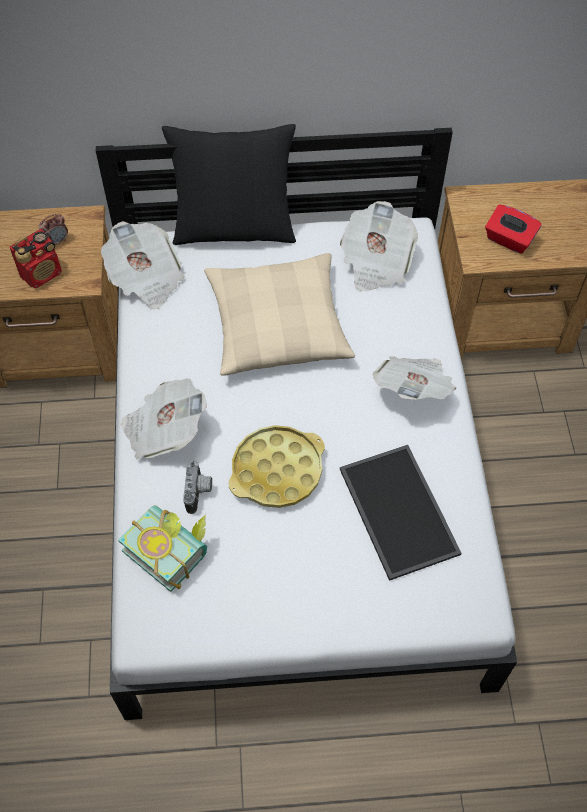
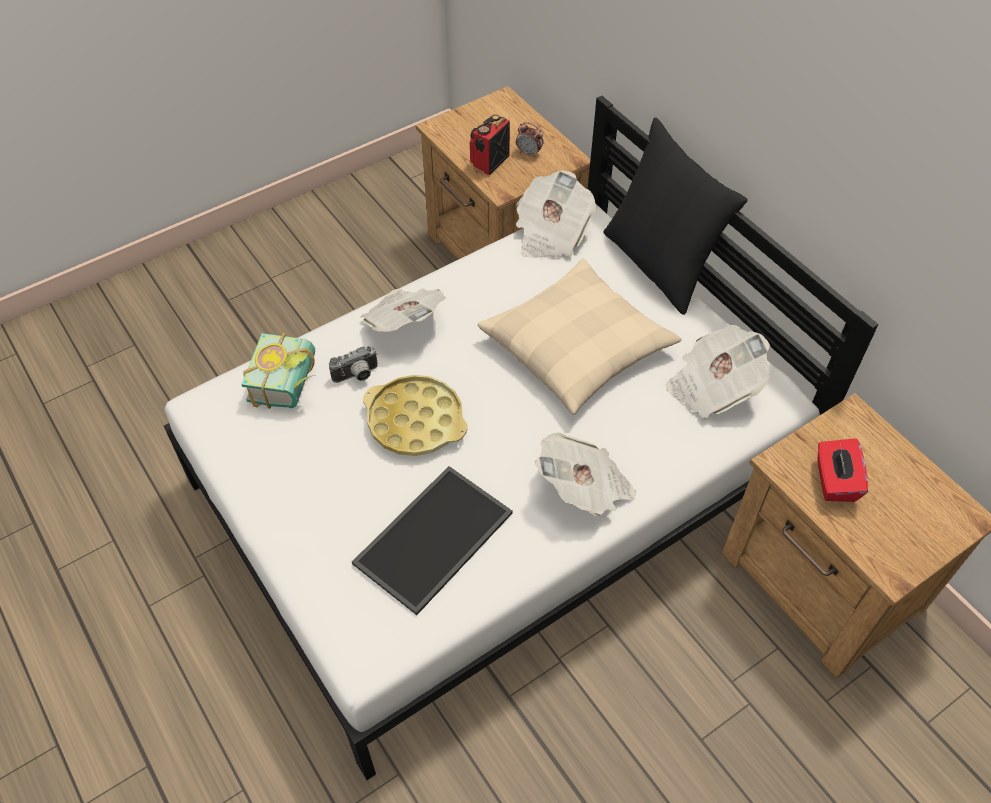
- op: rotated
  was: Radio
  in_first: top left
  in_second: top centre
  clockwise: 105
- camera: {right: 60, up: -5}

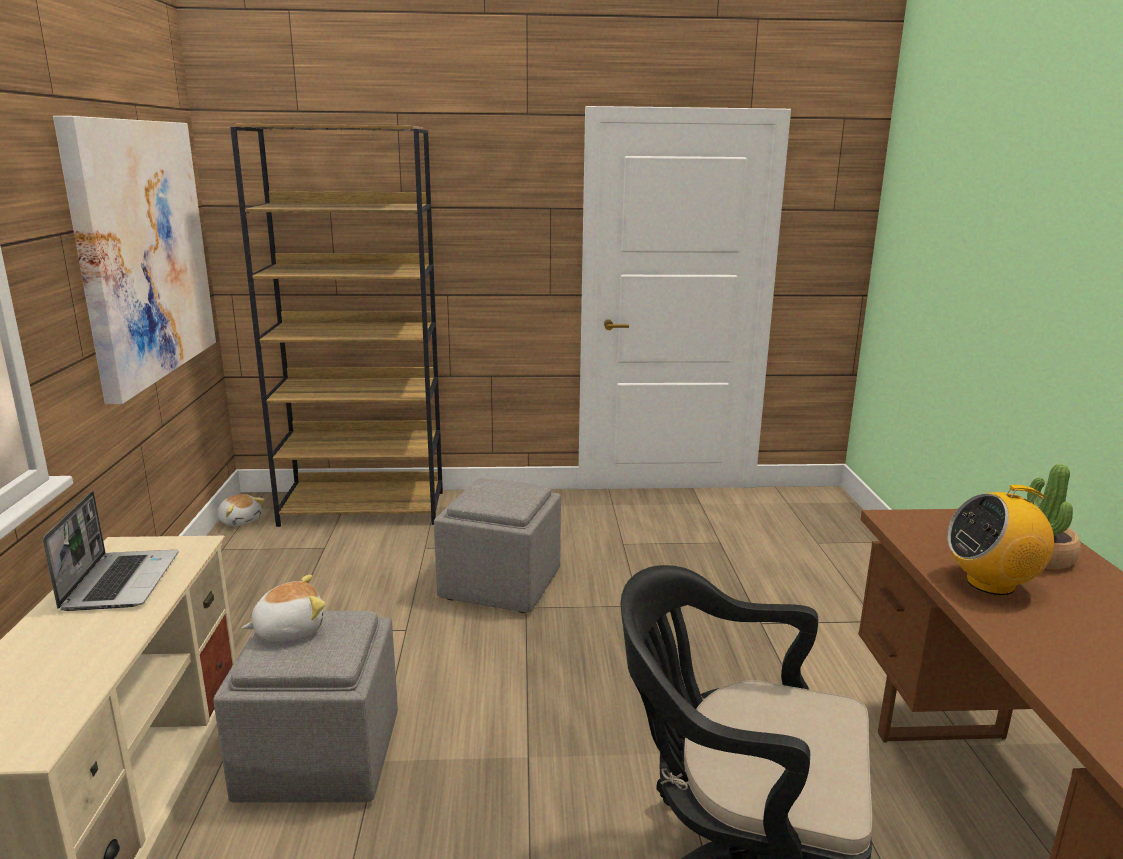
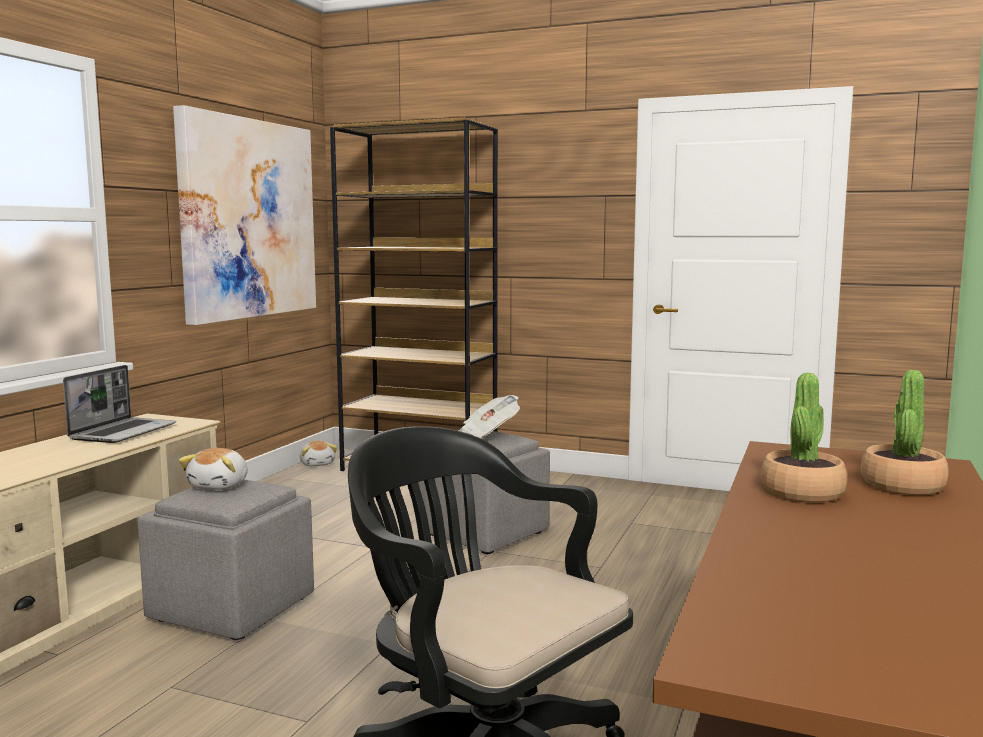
- op: rotated
  was: PlushToy (no. 2 from left in the first image)
  in_first: bottom left
  in_second: middle left
  clockwise: 105
- op: swapped
  was: Radio
  now: PottedPlant (no. 1 from left)
  in_first: middle right
  in_second: middle right
- op: new
  now: Newspaper
  in_second: centre
- camera: {right: 25, up: -10}

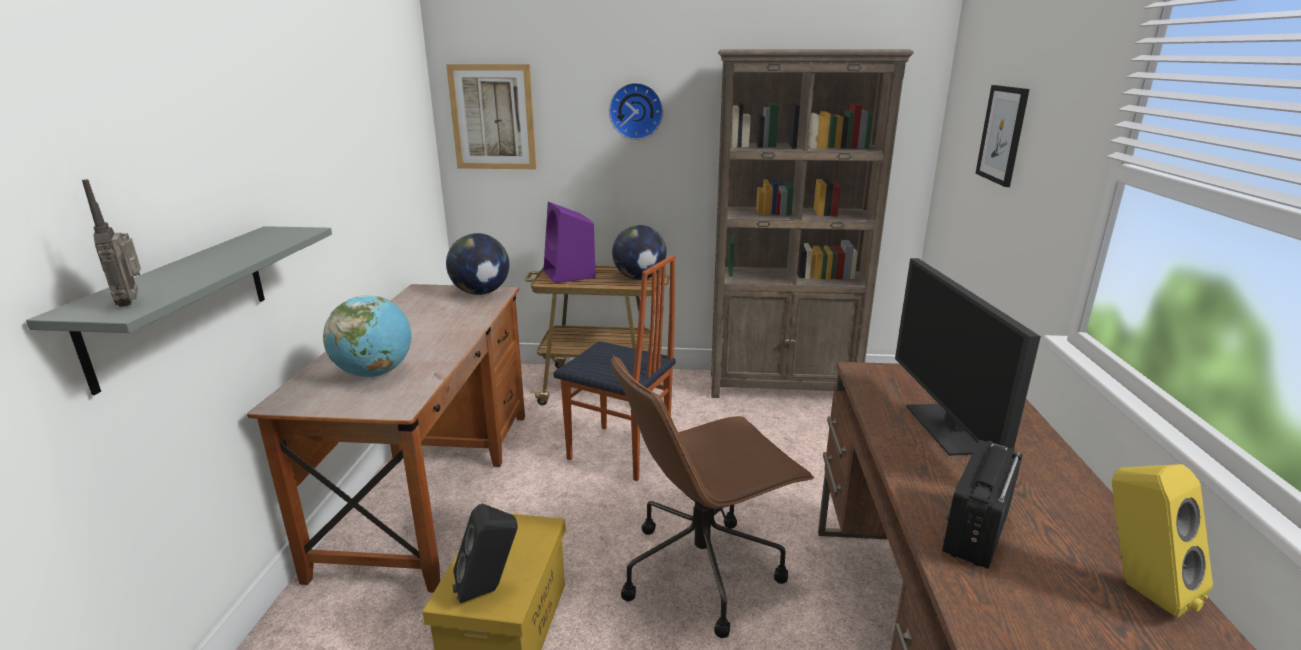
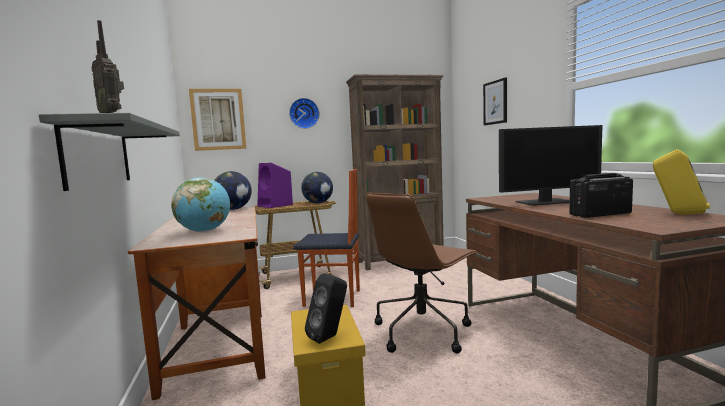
- op: rotated
  was: Monitor
  in_first: middle right
  in_second: middle right
  clockwise: -75
- op: rotated
  was: Radio (no. 2 from left)
  in_first: bottom right
  in_second: middle right
  clockwise: 60
- camera: {right: -20, up: -15}

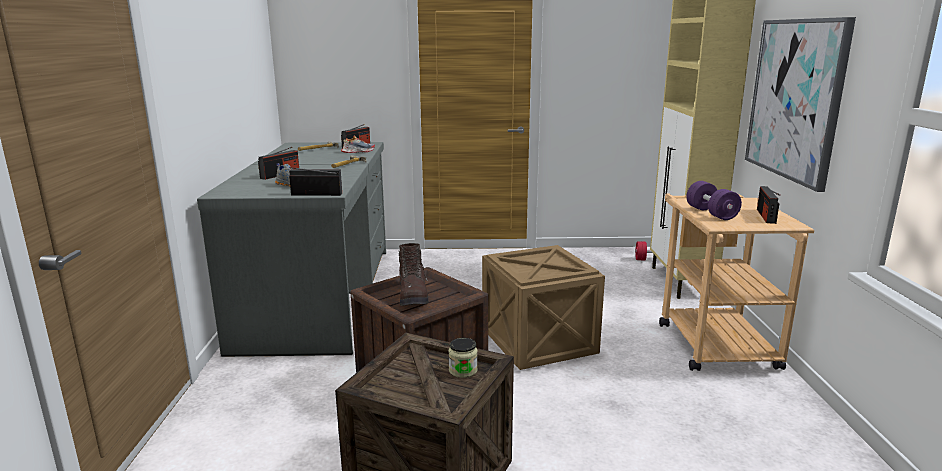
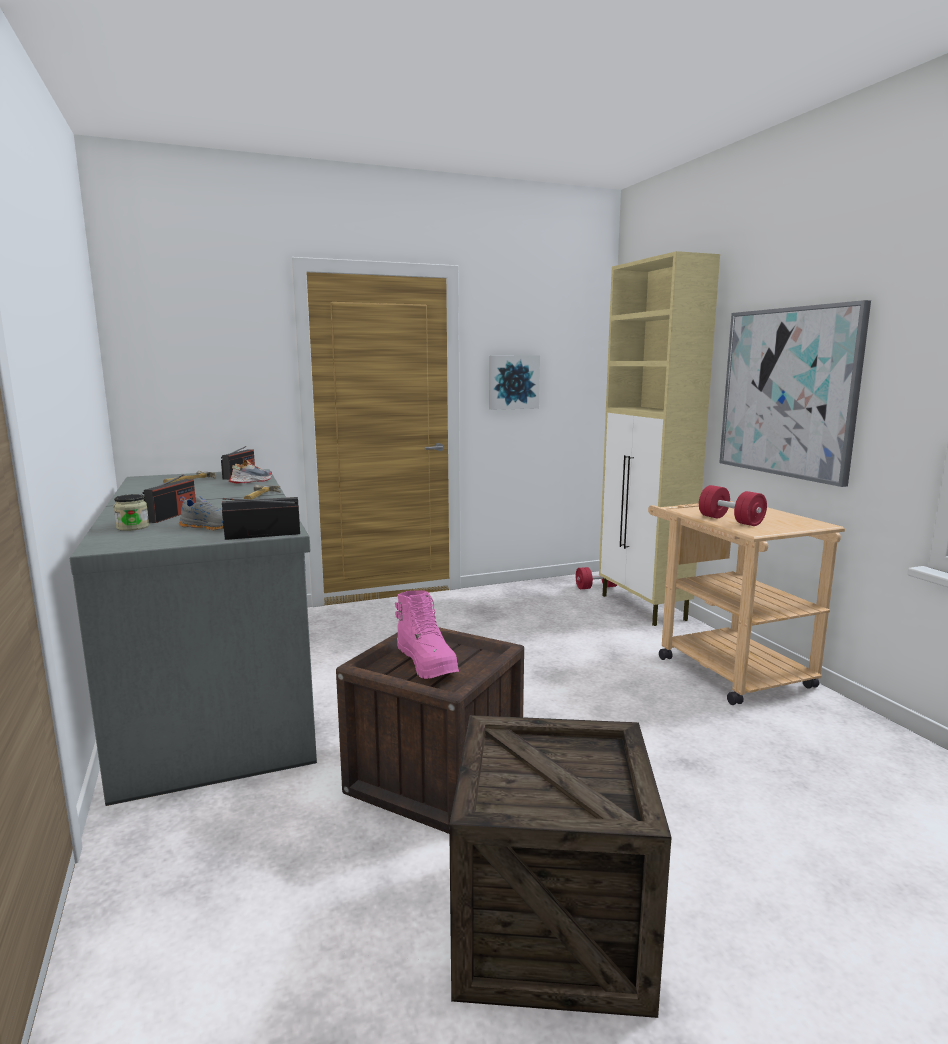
- op: repainted
  was: BrownBoot
  now: PinkBoot
  in_first: centre
  in_second: centre
- op: shifted
  was: Jar
  in_first: bottom centre
  in_second: middle left
- op: gone
  was: Crate (no. 3 from left)
  in_first: centre
- op: repainted
  was: PurpleDumbbell
  now: RedDumbbell (no. 2 from left)
  in_first: middle right
  in_second: middle right
- op: gone
  was: Radio (no. 4 from left)
  in_first: middle right
- op: new
  now: Picture (no. 1 from left)
  in_second: centre
- camera: {right: -20, up: -5}

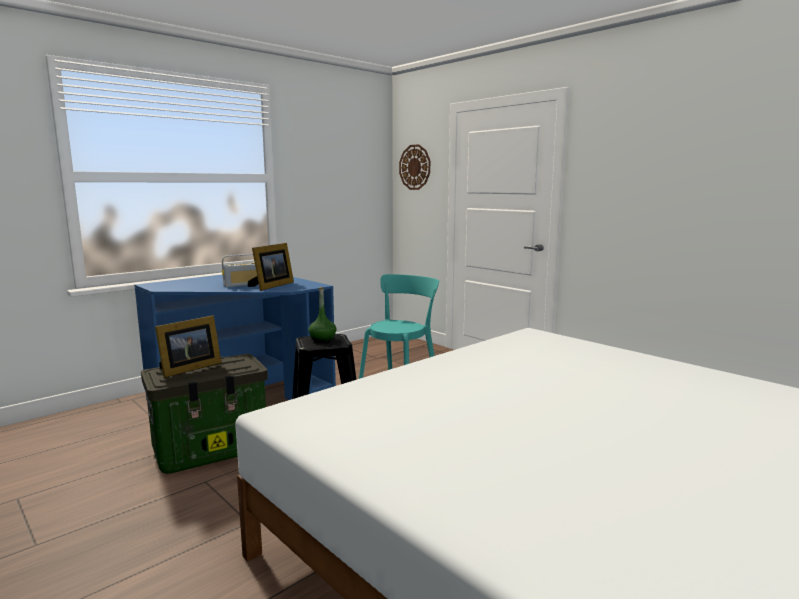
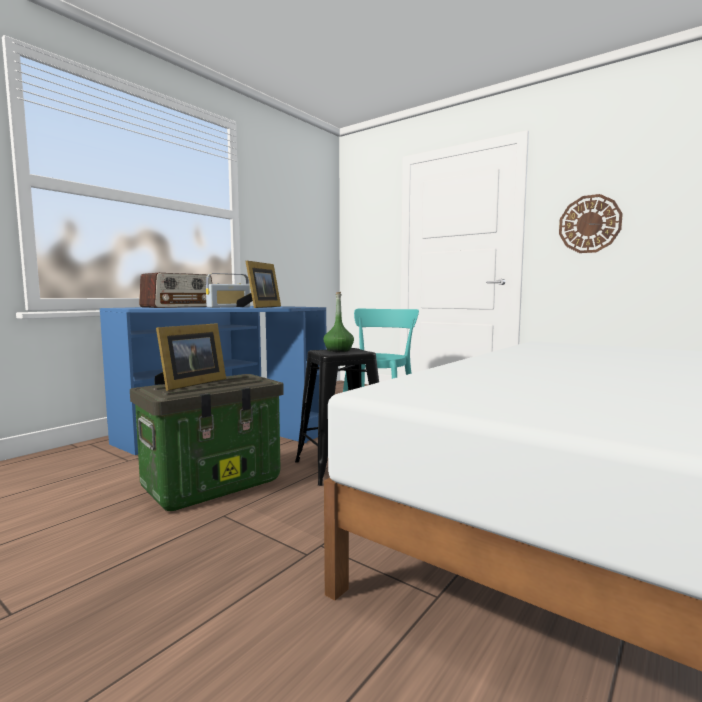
- op: shifted
  was: WallClock
  in_first: top centre
  in_second: top right
- op: new
  now: Radio (no. 1 from left)
  in_second: middle left
- camera: {right: -10, up: -5}

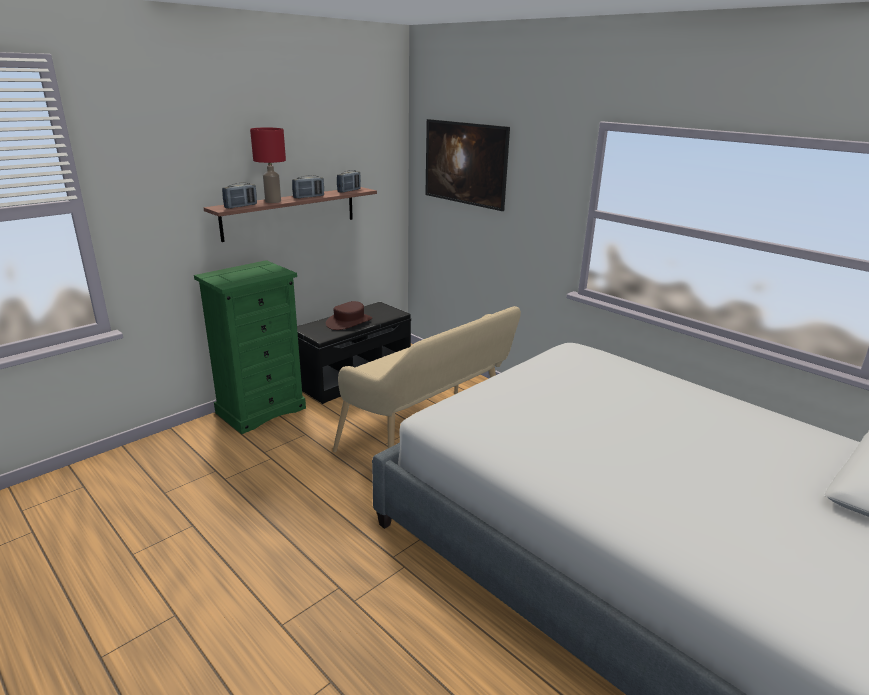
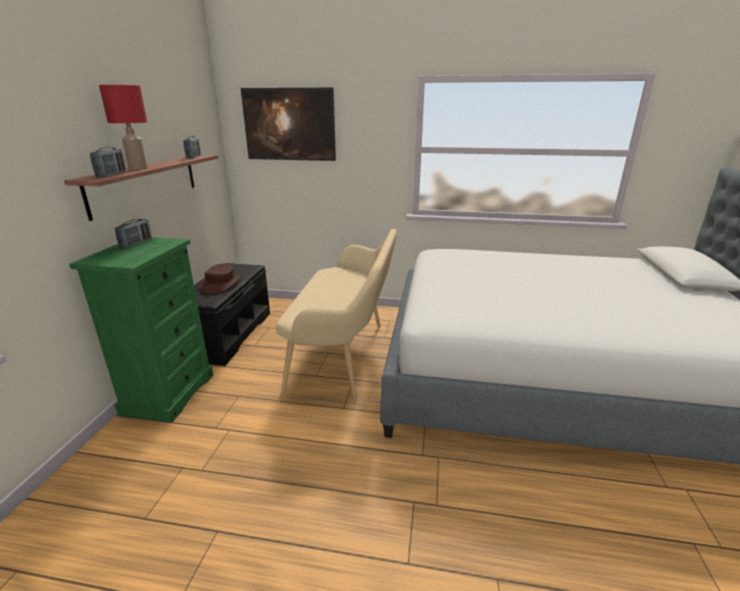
- op: shifted
  was: Radio (no. 2 from left)
  in_first: top centre
  in_second: middle left
- camera: {right: -35, up: 0}

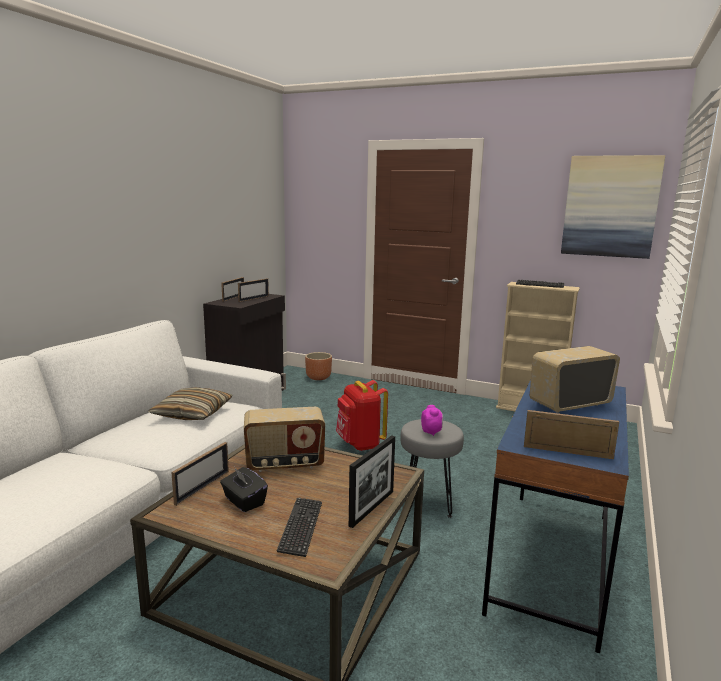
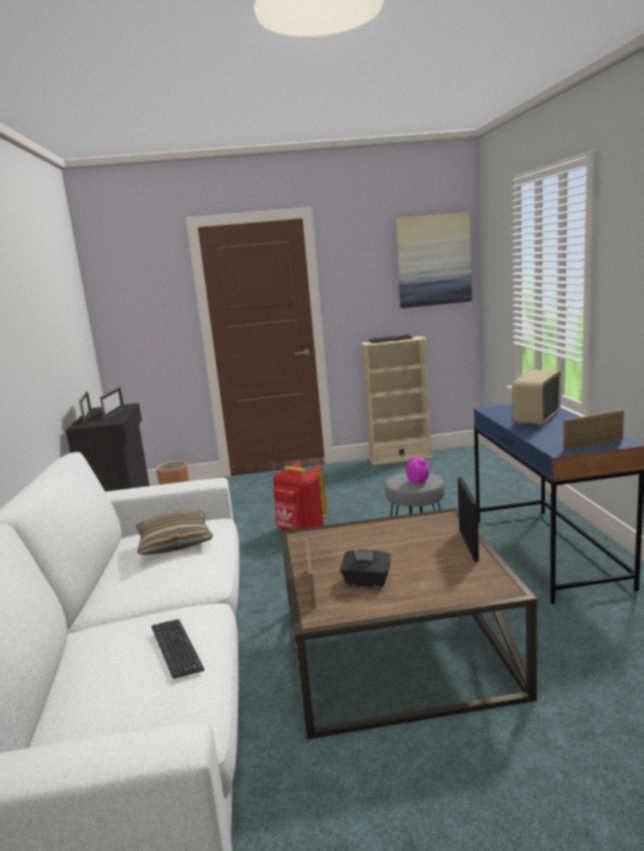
- op: gone
  was: Radio (no. 1 from left)
  in_first: centre
- op: shifted
  was: Keyboard (no. 1 from left)
  in_first: bottom centre
  in_second: bottom left
- camera: {right: -30, up: 0}

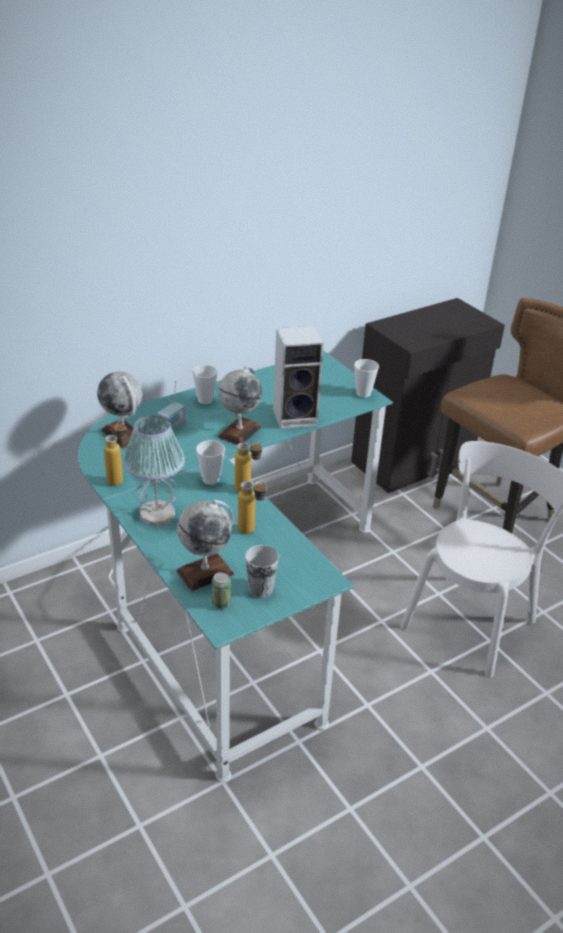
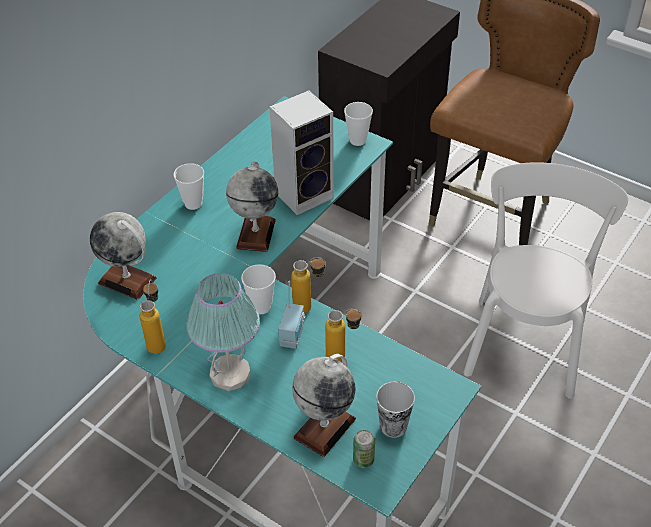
- op: shifted
  was: Radio
  in_first: middle left
  in_second: centre
- camera: {right: -20, up: 10}

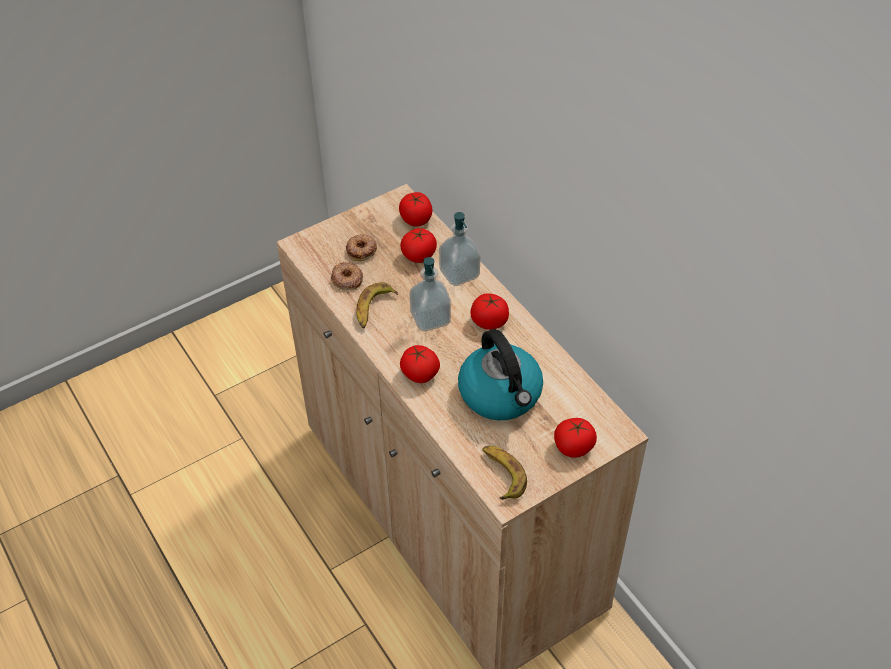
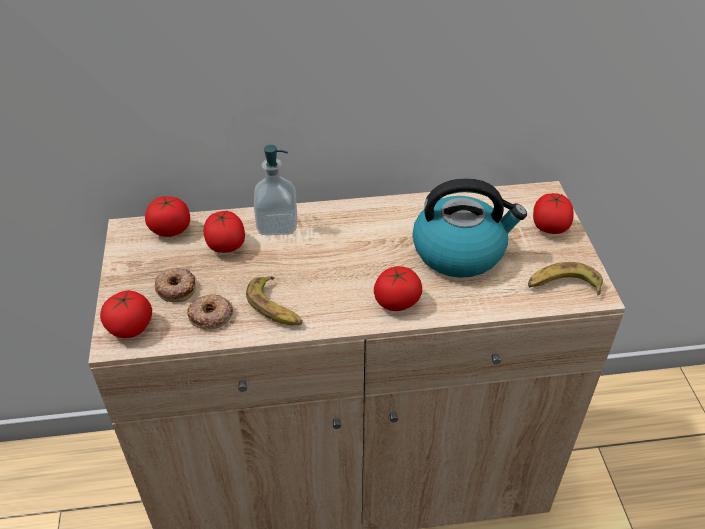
- op: gone
  was: SoapDispenser (no. 1 from left)
  in_first: centre
- op: shifted
  was: Tomato (no. 4 from left in the first image)
  now: Tomato (no. 1 from left)
  in_first: centre
  in_second: middle left
- camera: {right: -65, up: -5}

